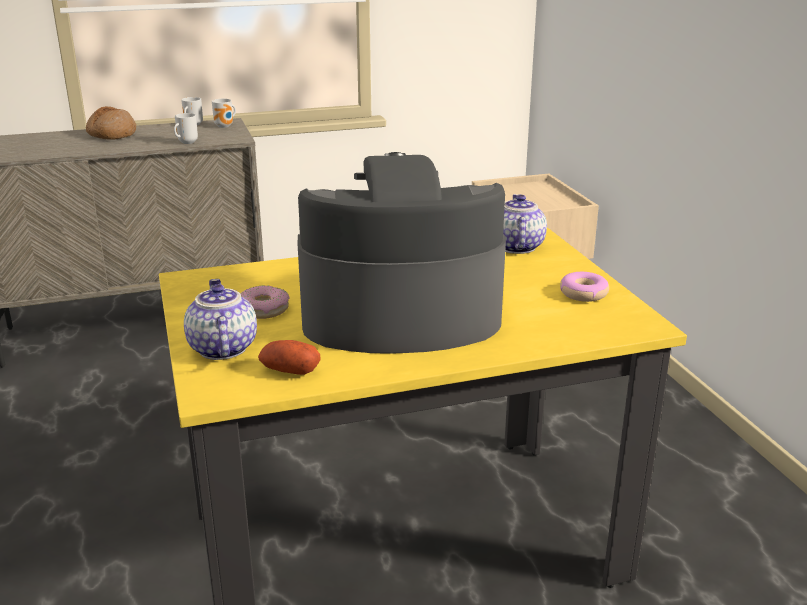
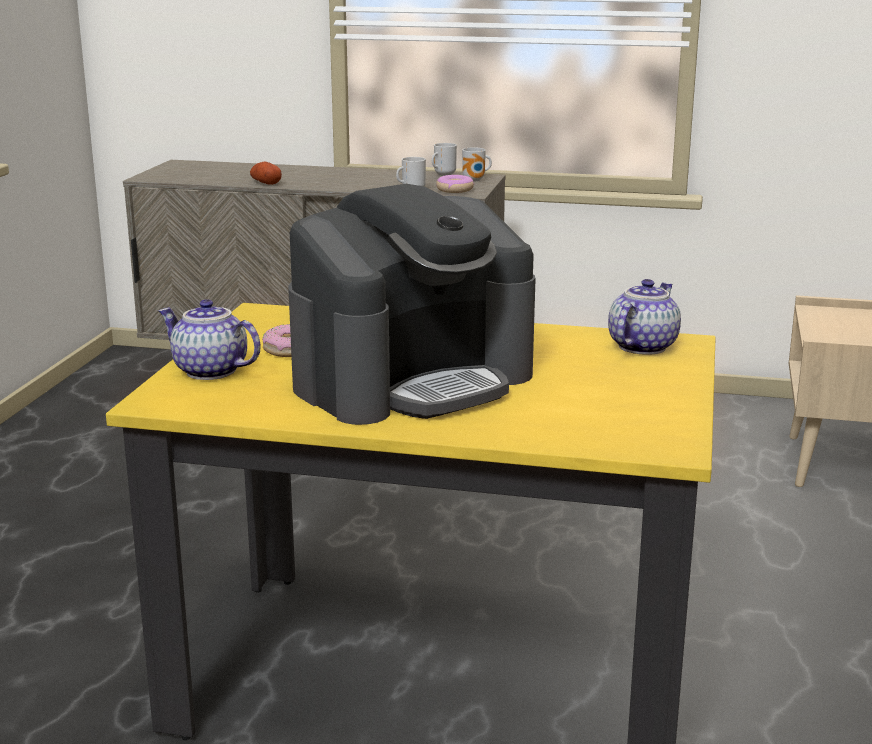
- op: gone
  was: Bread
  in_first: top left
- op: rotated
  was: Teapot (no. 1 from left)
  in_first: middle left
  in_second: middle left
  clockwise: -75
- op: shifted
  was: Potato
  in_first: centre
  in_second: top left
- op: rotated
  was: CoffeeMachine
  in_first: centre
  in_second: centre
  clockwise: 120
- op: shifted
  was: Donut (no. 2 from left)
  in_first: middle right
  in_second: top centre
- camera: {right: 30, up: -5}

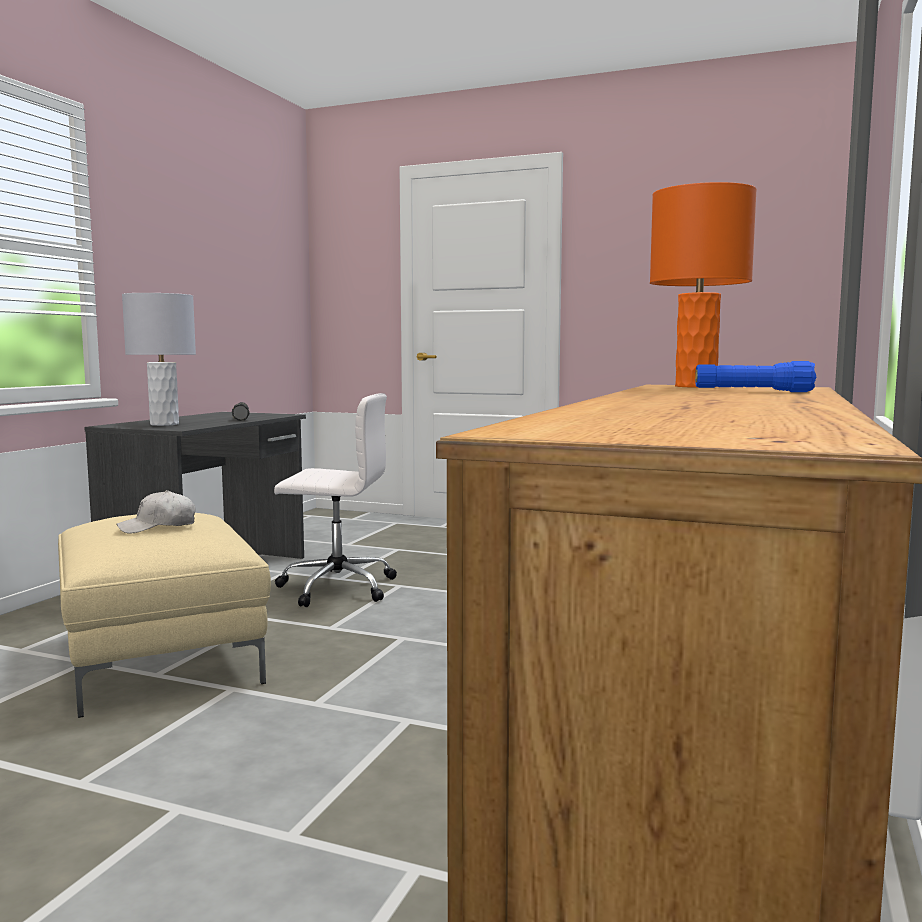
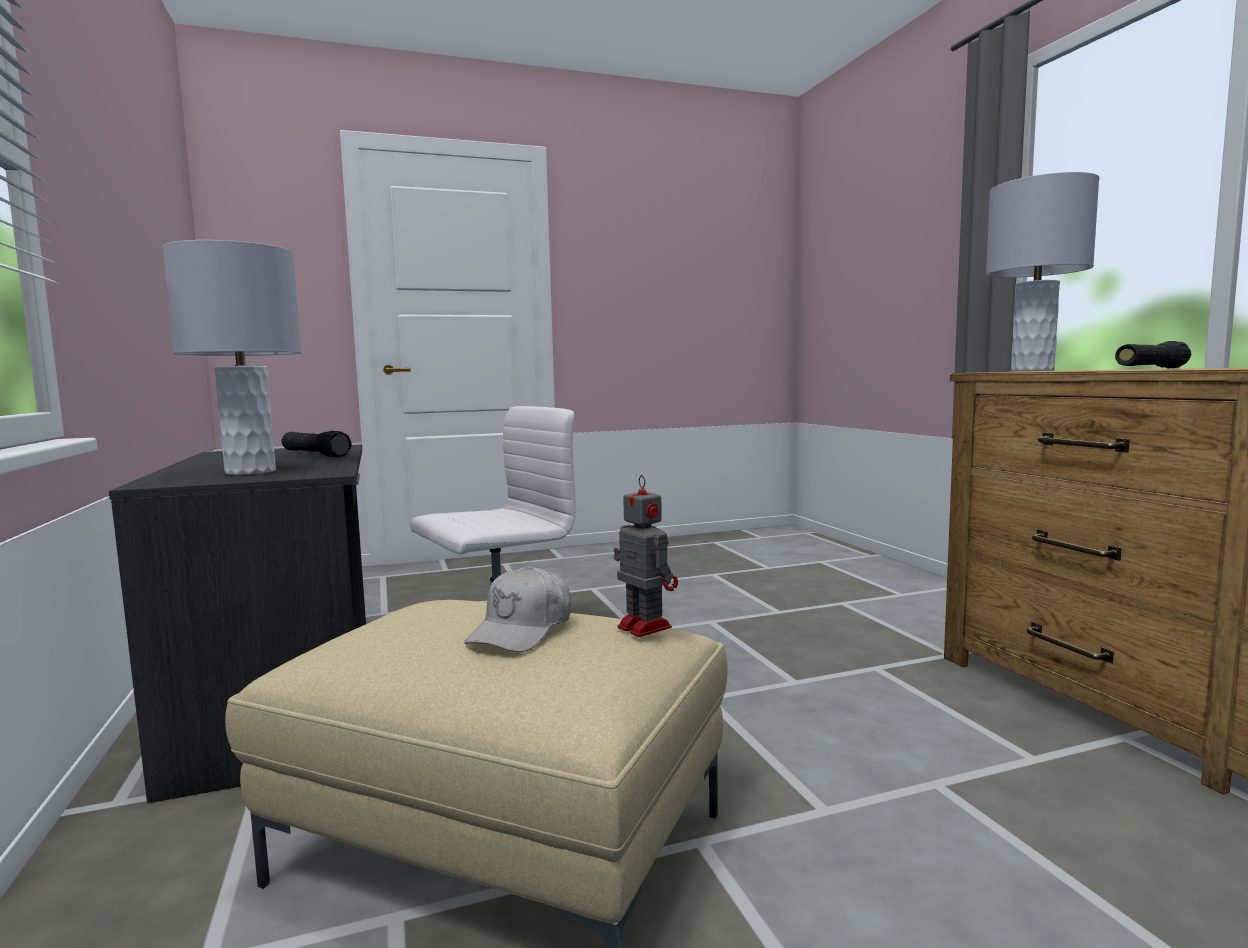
- op: repainted
  was: OrangeTableLamp
  now: GreyTableLamp (no. 2 from left)
  in_first: top right
  in_second: top right
- op: repainted
  was: BlueFlashlight
  now: BlackFlashlight (no. 2 from left)
  in_first: middle right
  in_second: middle right
- op: new
  now: ToyRobot
  in_second: centre
- camera: {right: -40, up: 0}

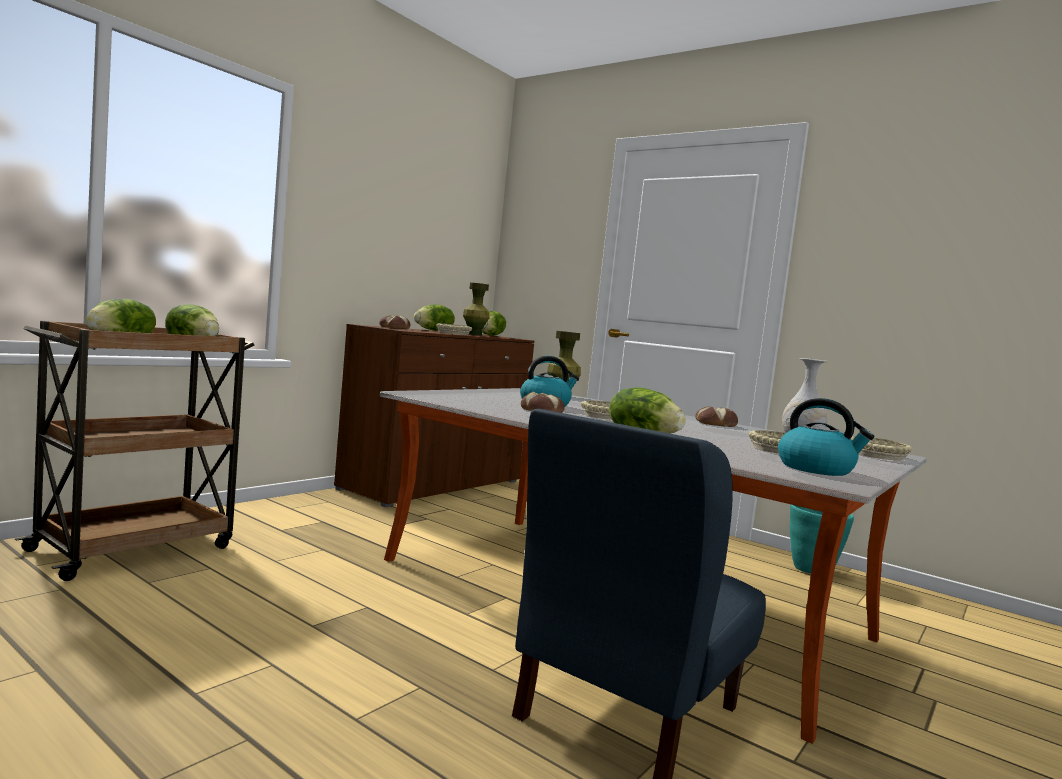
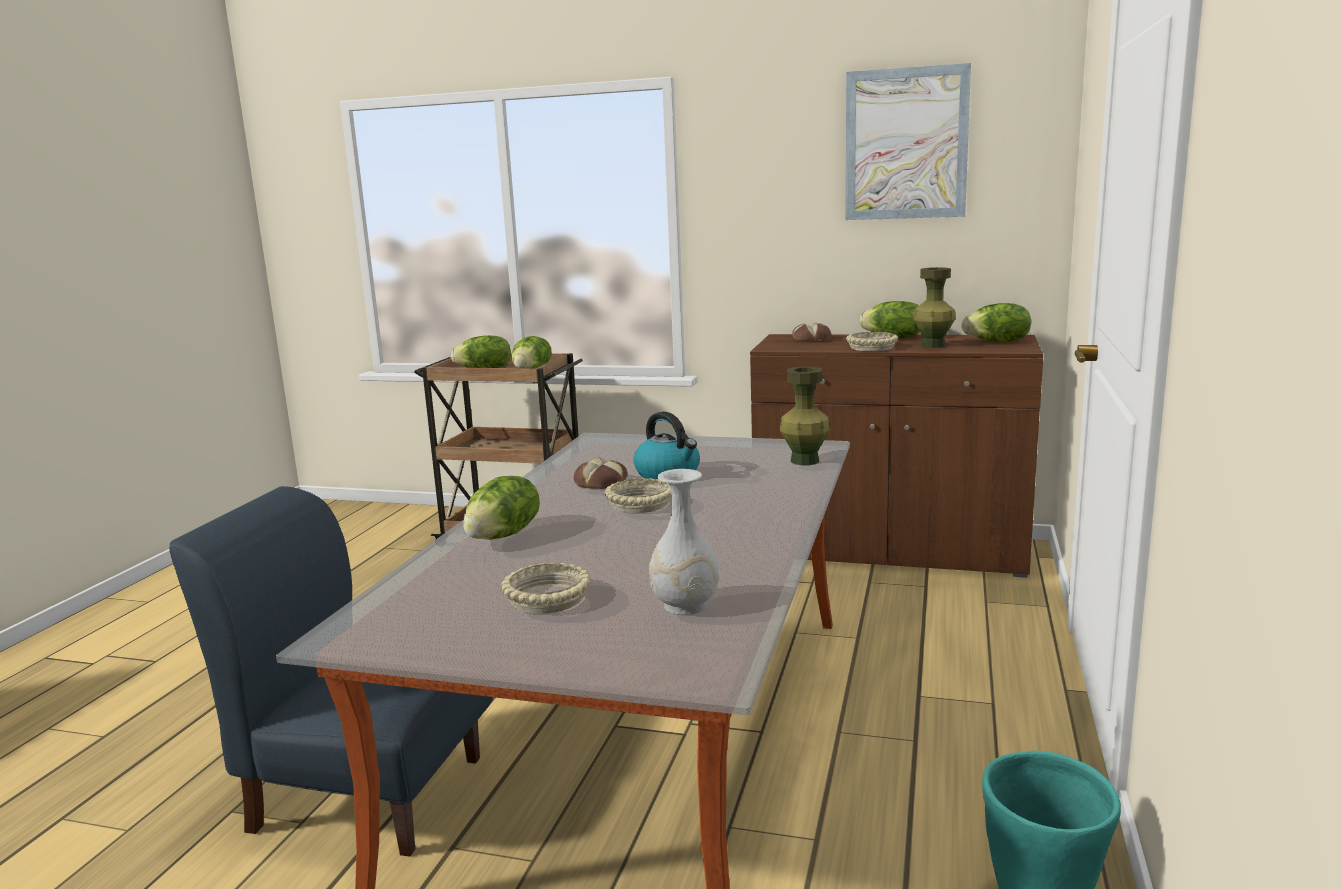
- op: gone
  was: Bread (no. 3 from left)
  in_first: middle right
- op: gone
  was: Kettle (no. 2 from left)
  in_first: middle right
- op: gone
  was: BeigeBowl (no. 4 from left)
  in_first: middle right
- op: new
  now: Picture
  in_second: top right
- camera: {right: 70, up: 10}

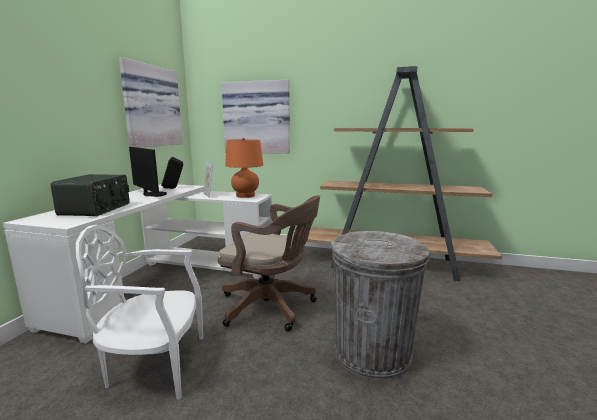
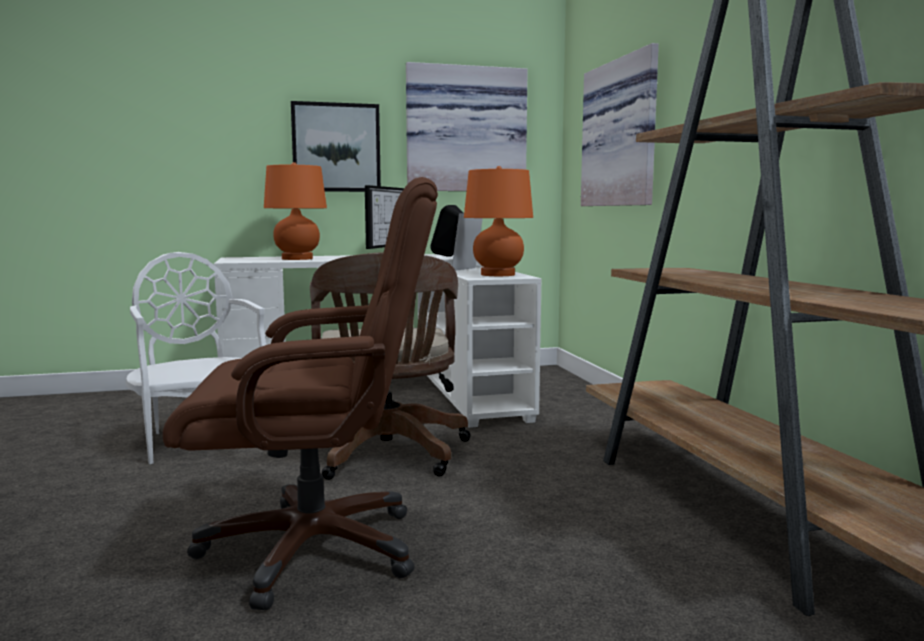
- op: swapped
  was: Radio
  now: OrangeTableLamp (no. 1 from left)
  in_first: middle left
  in_second: top left
- op: swapped
  was: GreyTrashCan
  now: BrownOfficeChair (no. 1 from left)
  in_first: bottom centre
  in_second: middle left
- op: new
  now: Picture (no. 1 from left)
  in_second: top centre
- camera: {right: 60, up: -5}

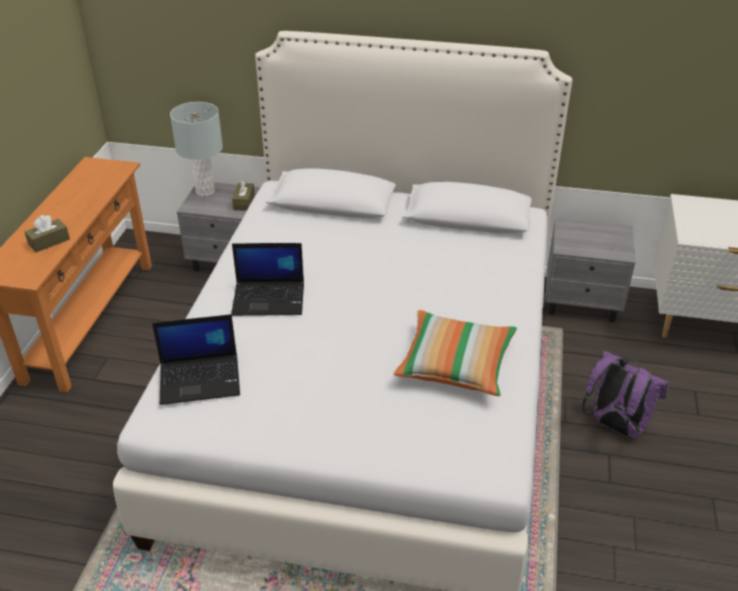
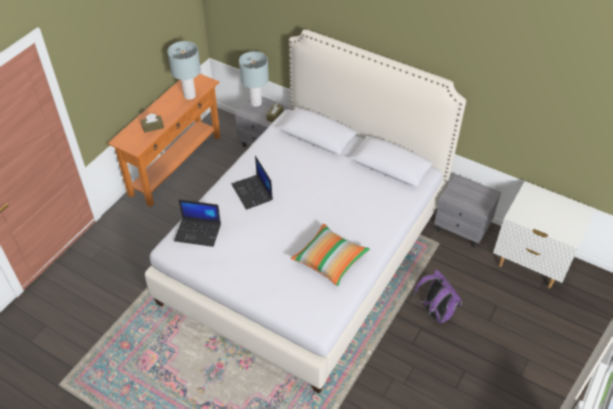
- op: rotated
  was: Laptop (no. 2 from left)
  in_first: centre
  in_second: centre
  clockwise: 45
- op: new
  now: GreyTableLamp (no. 1 from left)
  in_second: top left
- camera: {right: 20, up: 10}

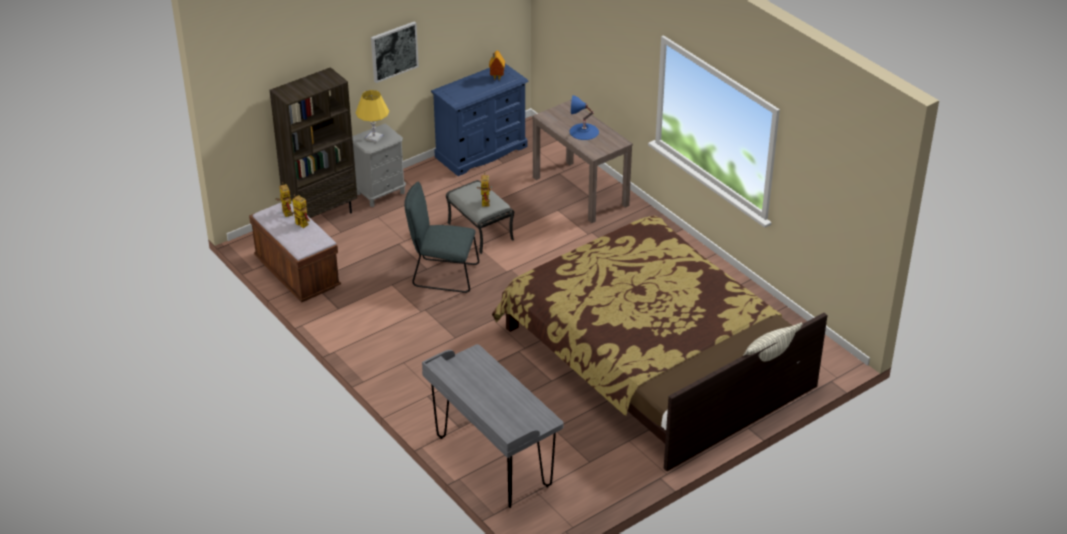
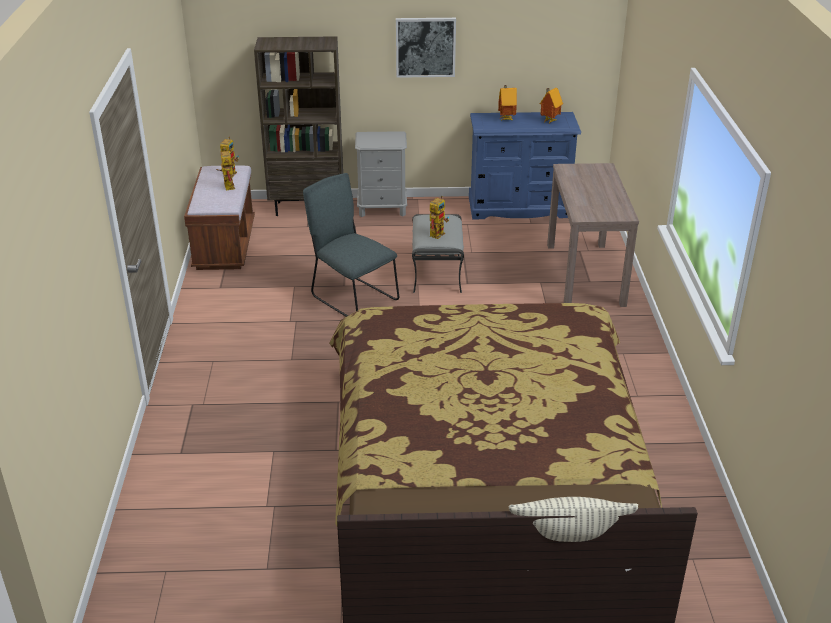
- op: gone
  was: YellowTableLamp
  in_first: top centre
- op: gone
  was: GreyDesk
  in_first: bottom centre
- op: gone
  was: BlueTableLamp
  in_first: top centre
- op: new
  now: ToyHouse (no. 1 from left)
  in_second: top centre
- camera: {right: 35, up: -5}

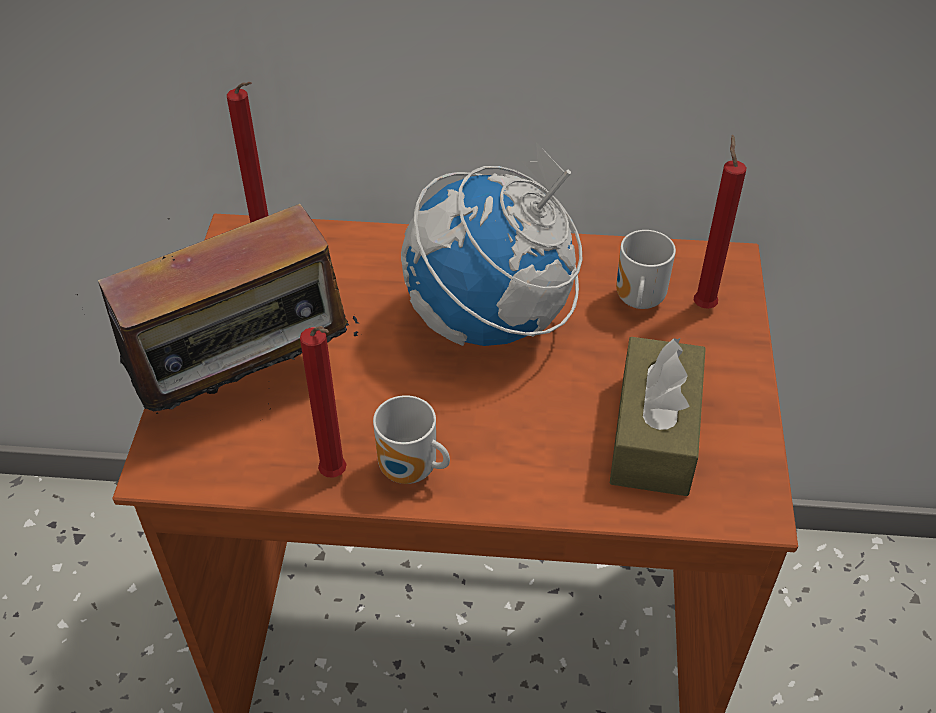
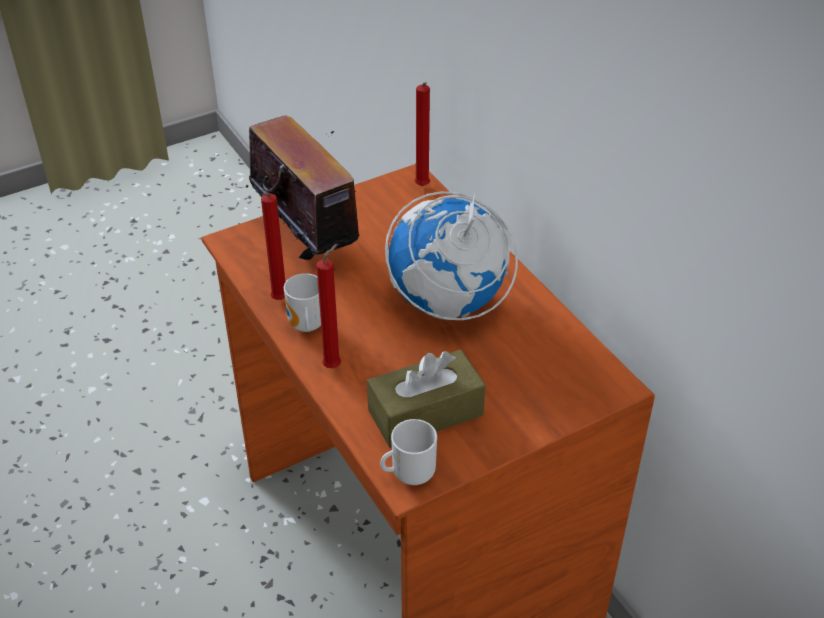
- op: rotated
  was: Radio
  in_first: middle left
  in_second: top centre
  clockwise: -150
- op: shifted
  was: Mug (no. 2 from left)
  in_first: middle right
  in_second: bottom centre
- op: shifted
  was: RedCandle (no. 3 from left in the first image)
  now: RedCandle (no. 2 from left)
  in_first: top right
  in_second: centre
- camera: {right: 55, up: -5}

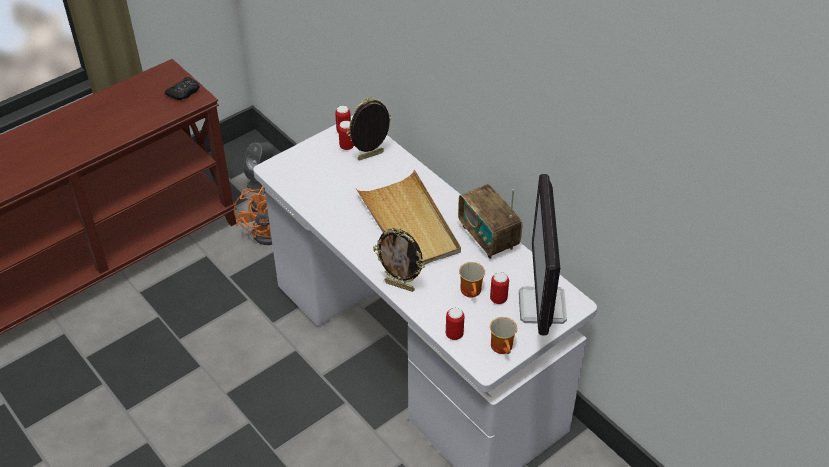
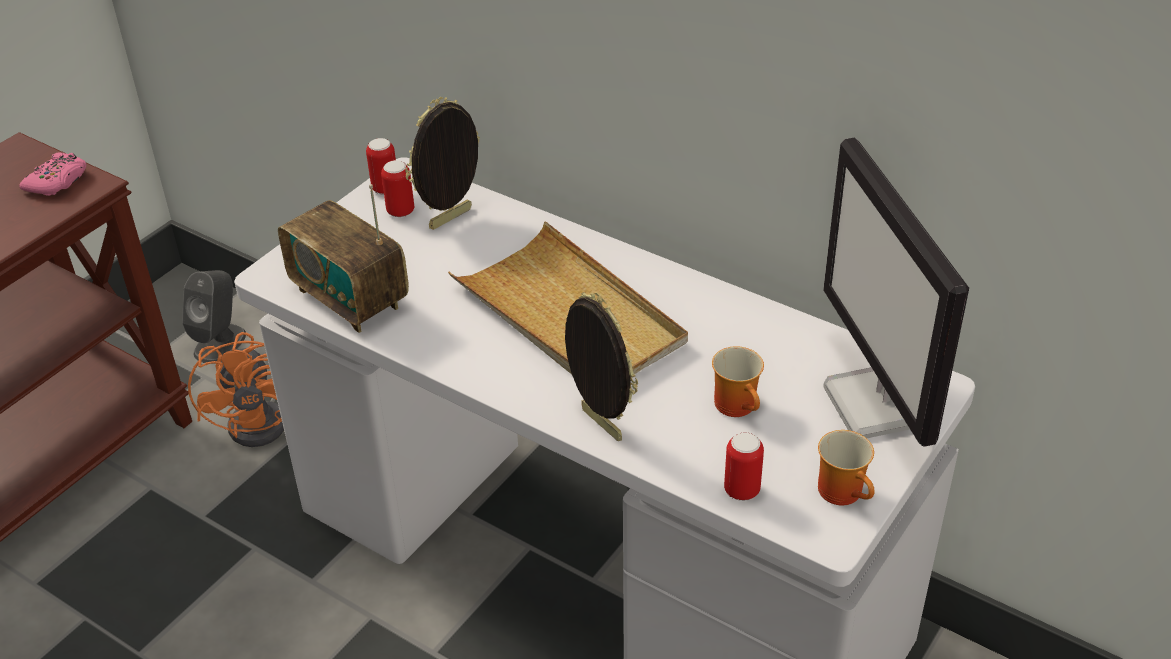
- op: repainted
  was: BlackGameController
  now: PinkGameController
  in_first: top left
  in_second: top left
- op: rotated
  was: PictureFrame (no. 2 from left)
  in_first: centre
  in_second: centre
  clockwise: -135
- op: shifted
  was: Radio
  in_first: centre
  in_second: middle left
- op: gone
  was: Can (no. 4 from left)
  in_first: centre
- camera: {right: -15, up: -5}

